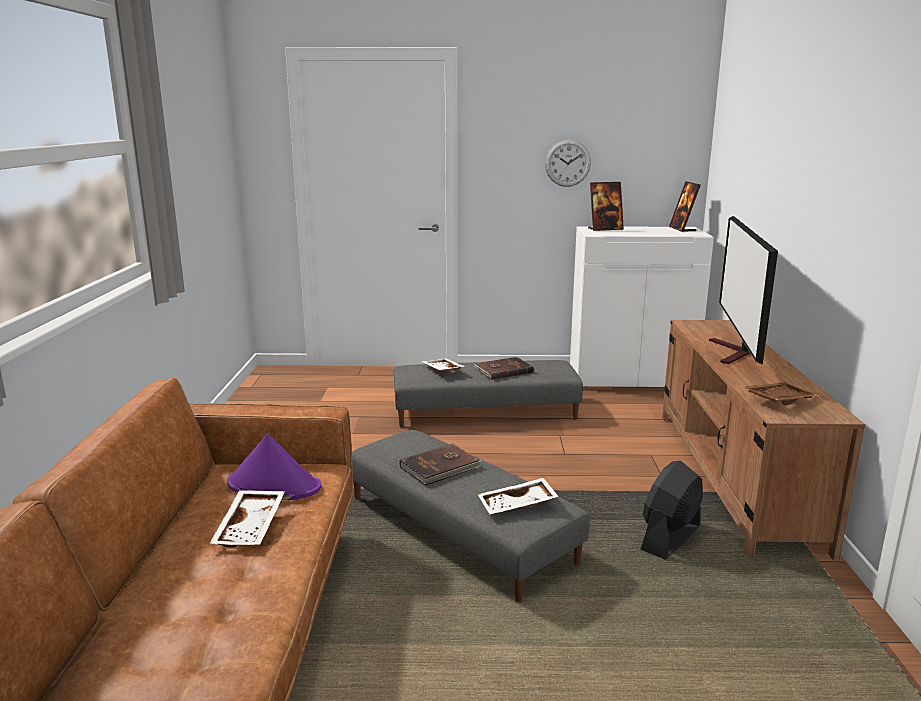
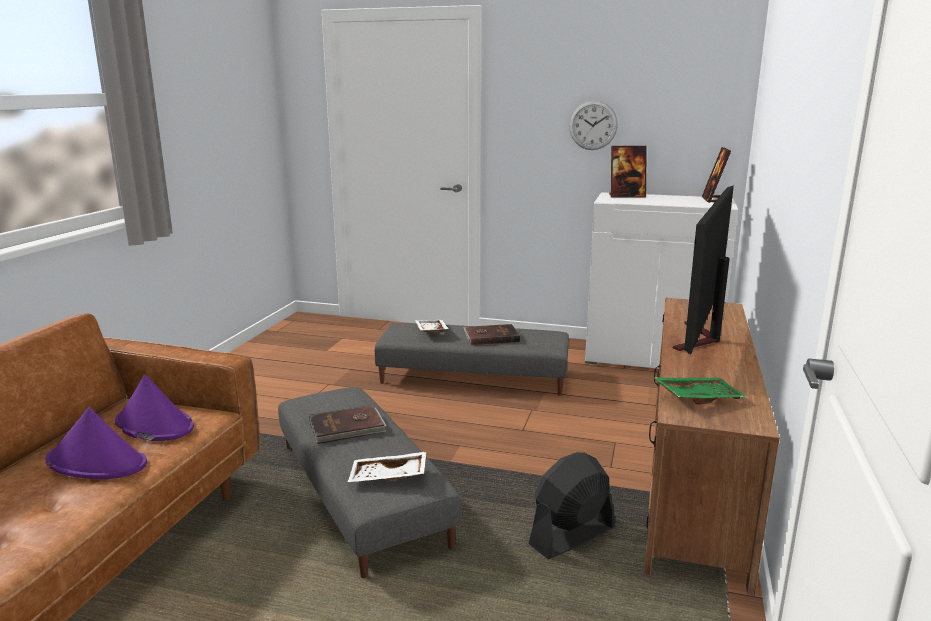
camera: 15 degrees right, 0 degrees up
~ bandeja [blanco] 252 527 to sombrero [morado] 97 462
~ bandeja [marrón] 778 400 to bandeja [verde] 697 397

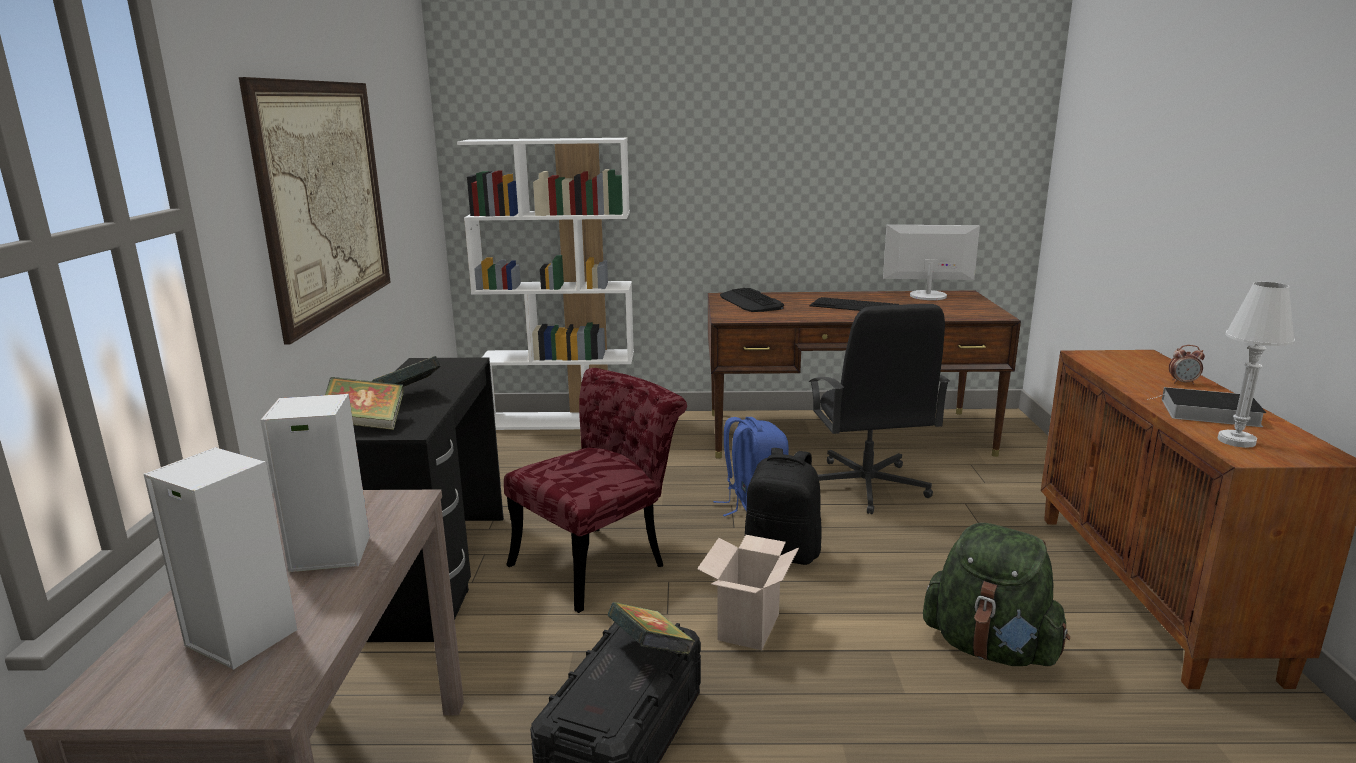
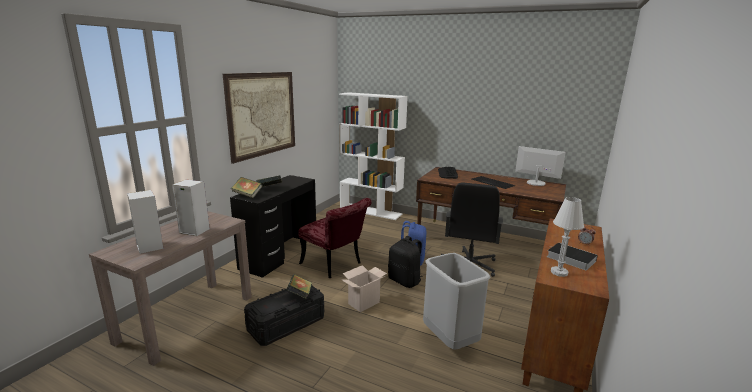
camera: 25 degrees right, 0 degrees up
~ silla [rojo] 600 560 = 335 265 60 degrees clockwise
~ mochila [verde] 990 648 to papelera [gris] 450 340

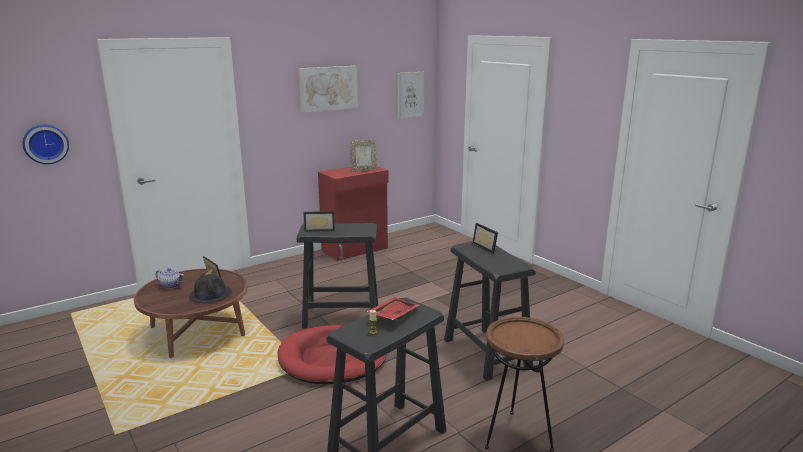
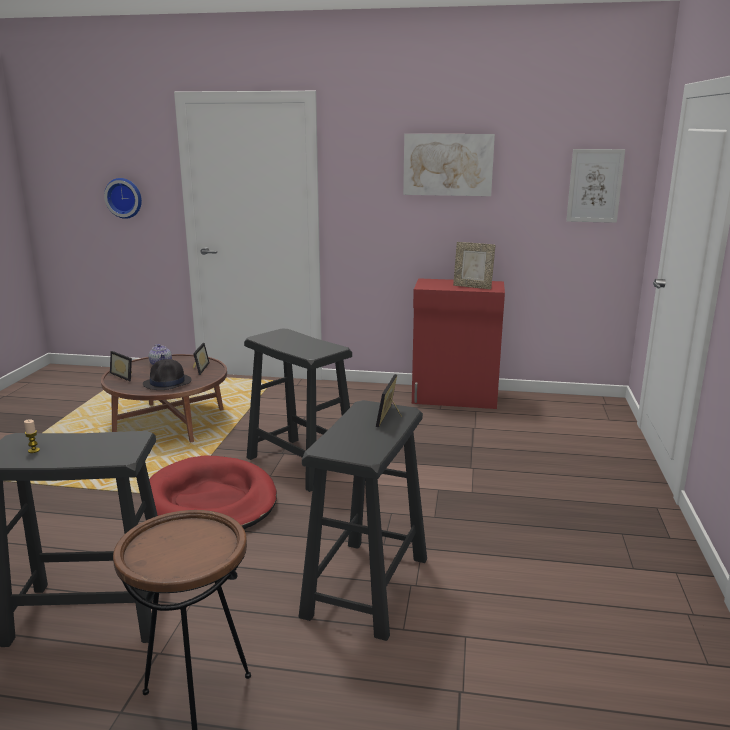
camera: 45 degrees right, 0 degrees up
~ portarretratos 319 229 to 125 375
- bandeja [rojo] 392 315

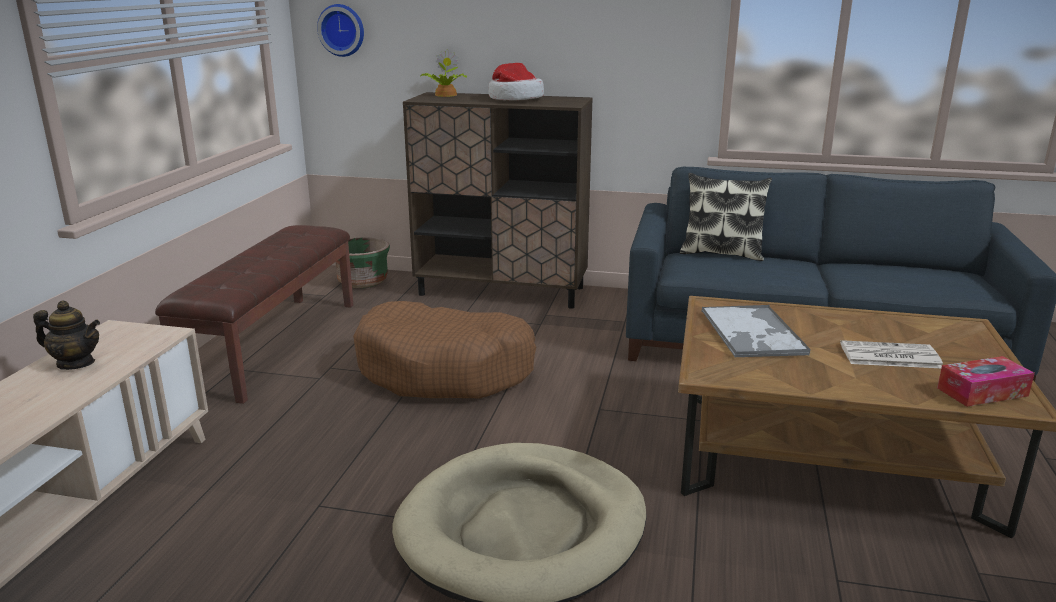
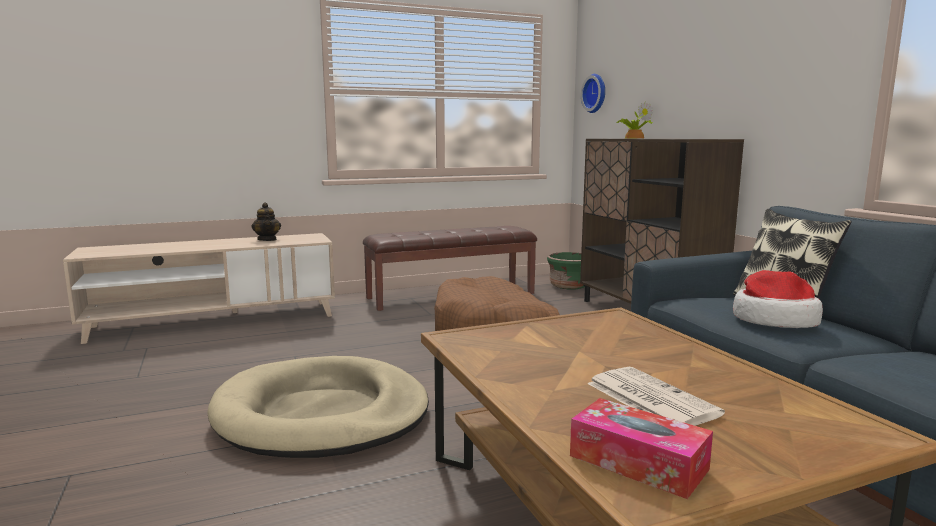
camera: 55 degrees right, 10 degrees down
~ sombrero 514 99 to 774 320
- bandeja 753 333

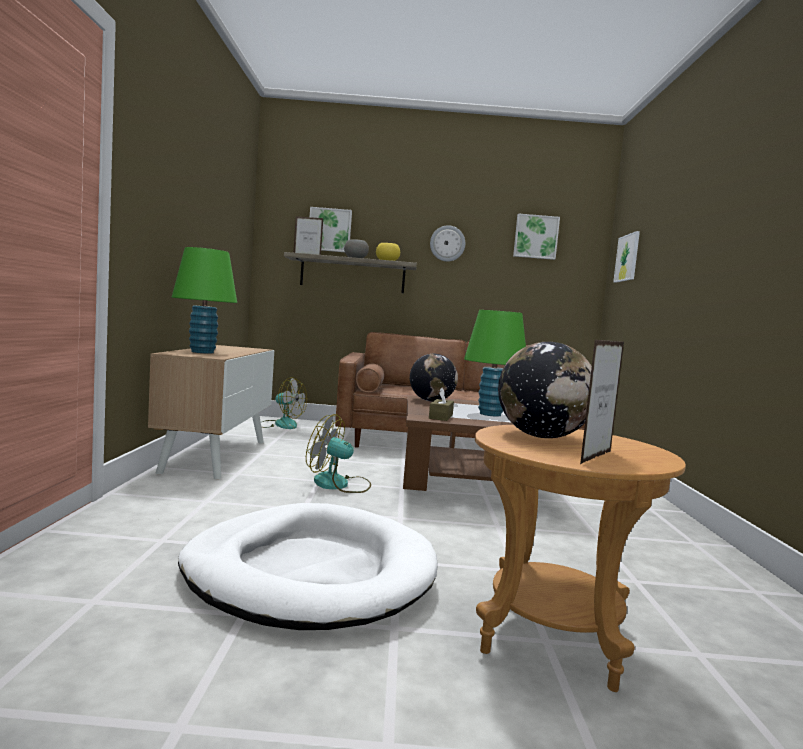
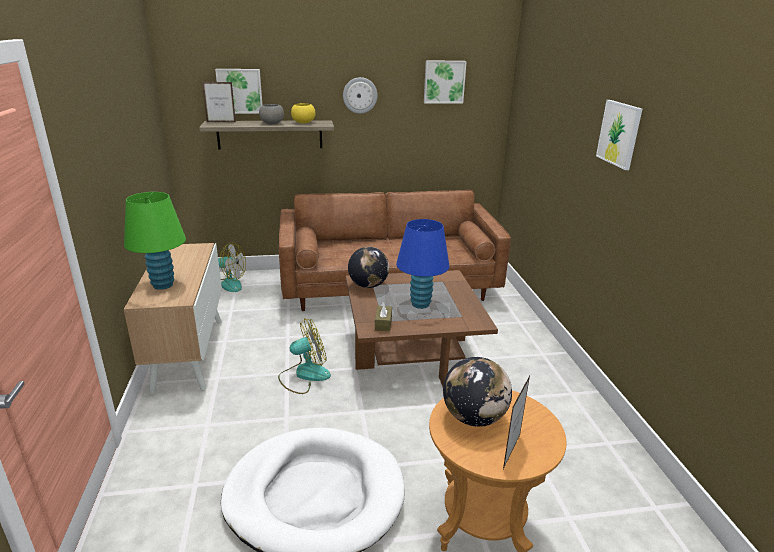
camera: 10 degrees left, 20 degrees up
~ ventilador 339 484 = 304 375 150 degrees clockwise
~ lámpara de mesa [verde] 490 414 to lámpara de mesa [azul] 420 304
~ cuadro 627 258 to 619 134

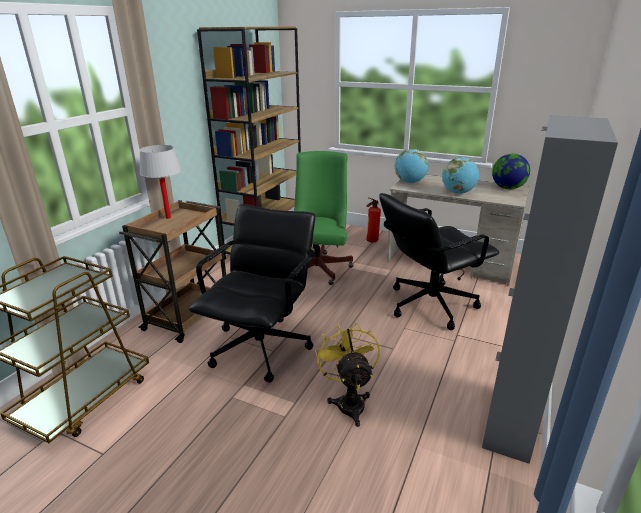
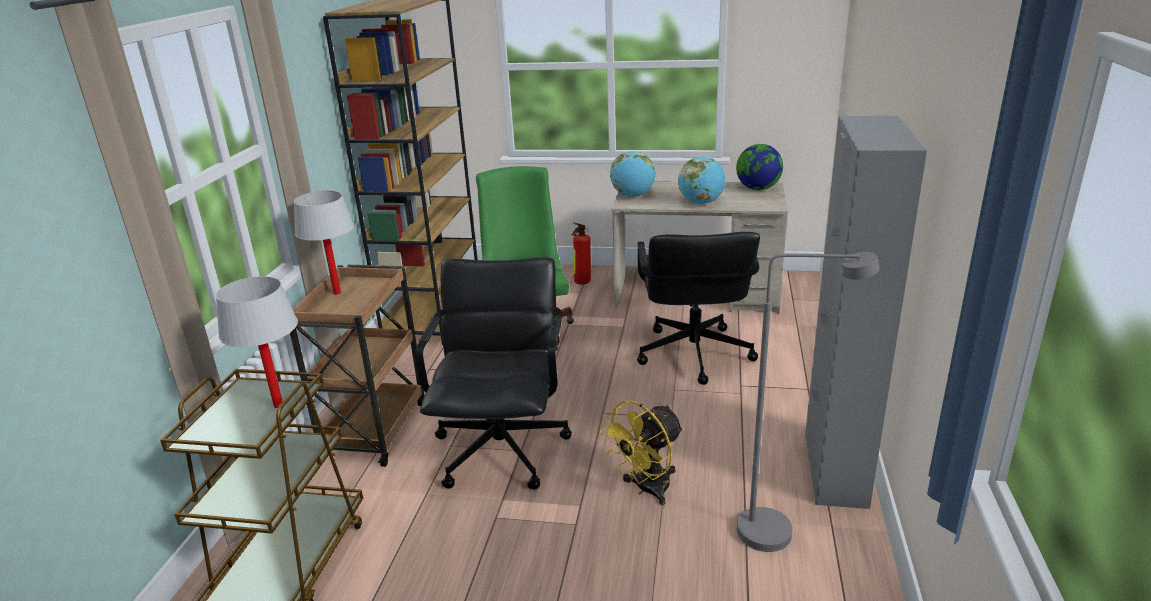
camera: 15 degrees left, 0 degrees up
~ ventilador [amarillo] 349 401 = 646 489 105 degrees counterclockwise
~ silla de oficina [negro] 429 304 = 693 354 45 degrees counterclockwise
+ lámpara de mesa [blanco] 278 405
+ lámpara de pie [gris] 780 532

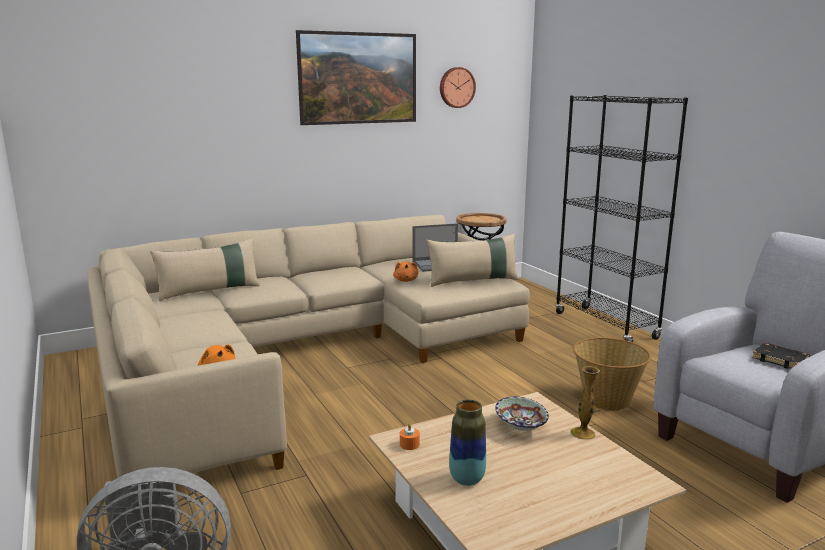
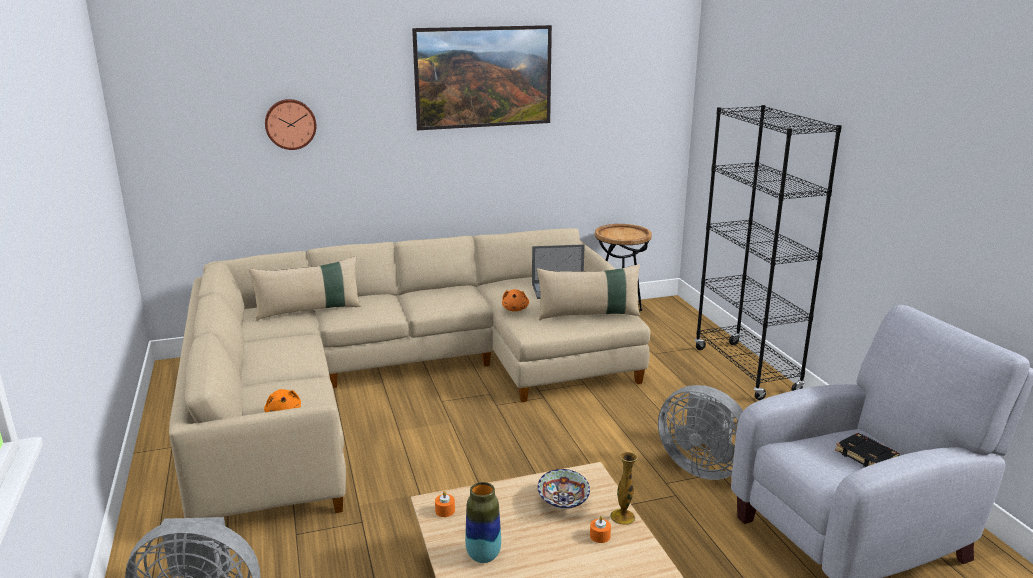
camera: 10 degrees right, 5 degrees up
~ reloj de pared 456 87 to 290 124
~ cesta 606 399 to ventilador [gris] 702 466
+ vela [naranja] 600 536

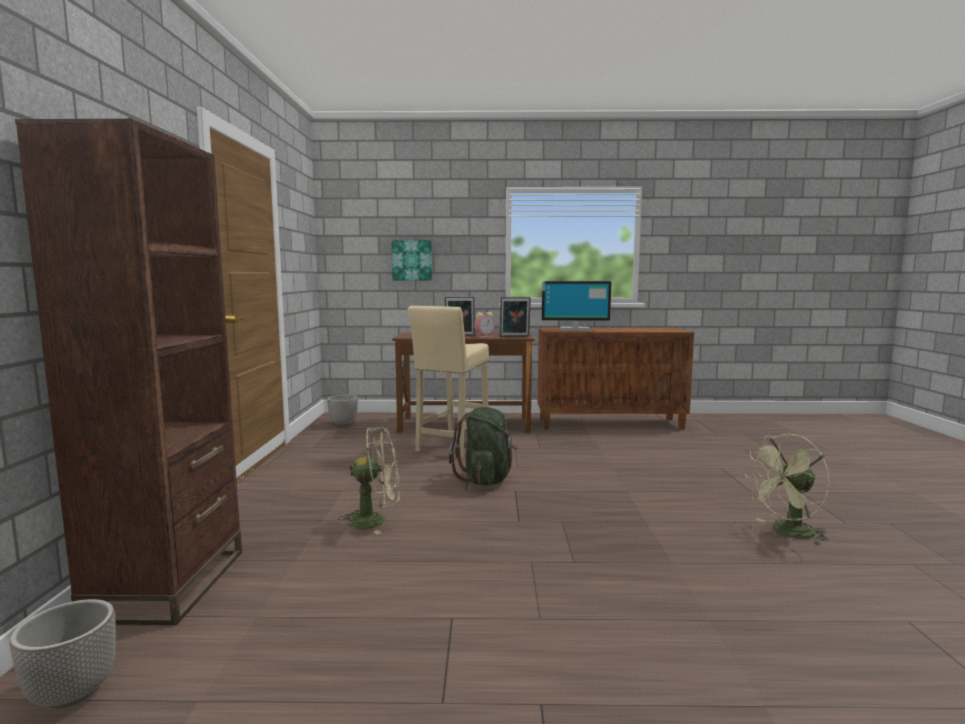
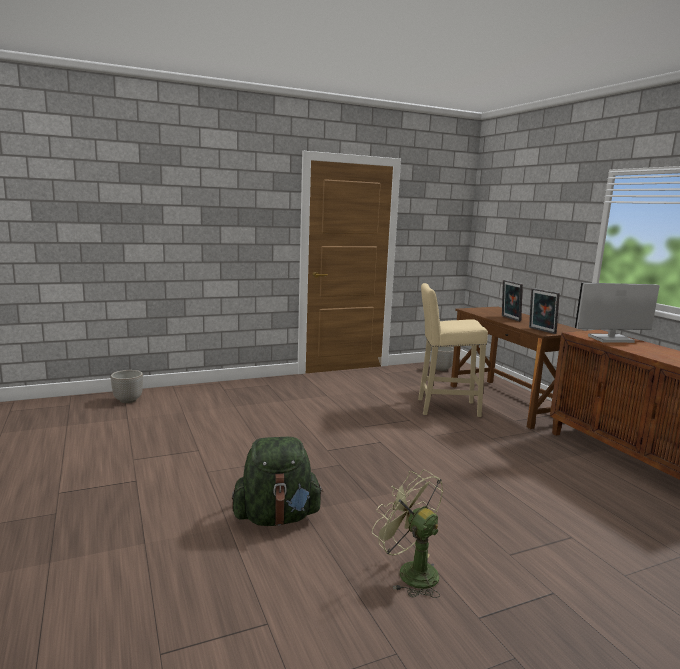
camera: 65 degrees right, 5 degrees up
- estantería [marrón] 168 584
- ventilador [verde] 375 520
- cuadro 412 260
~ mochila [verde] 486 479 to 277 517
- despertador 484 336
~ monitor 575 329 = 611 339 105 degrees clockwise

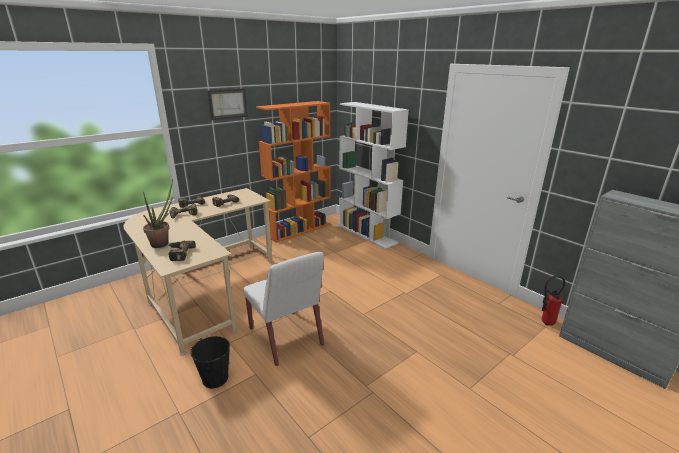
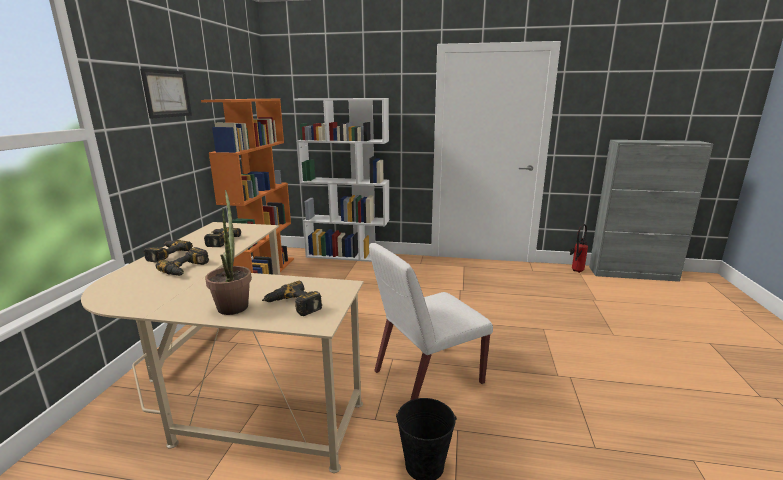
camera: 40 degrees left, 5 degrees down
~ silla [blanco] 286 337 = 427 378 135 degrees clockwise

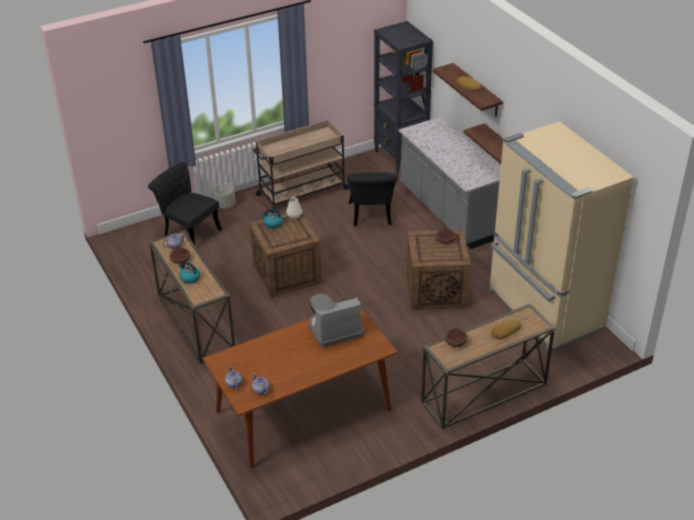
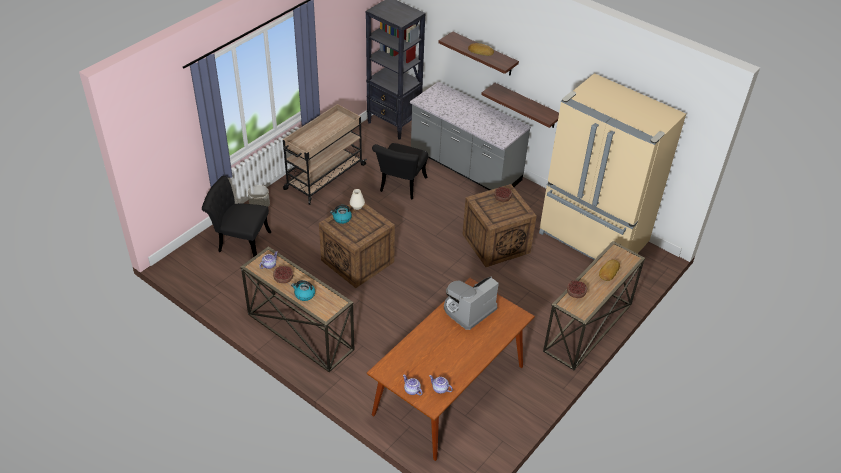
camera: 25 degrees left, 5 degrees up
~ silla [negro] 371 216 = 400 187 45 degrees clockwise

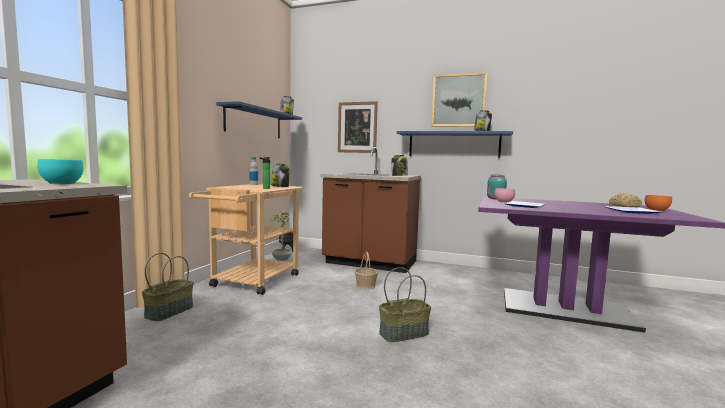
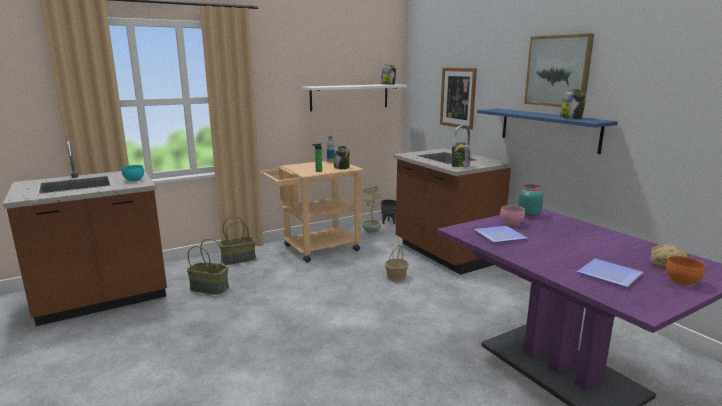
camera: 40 degrees right, 10 degrees up
~ estante [azul] 254 123 to estante [blanco] 350 97
~ cesta 404 333 to 210 288

